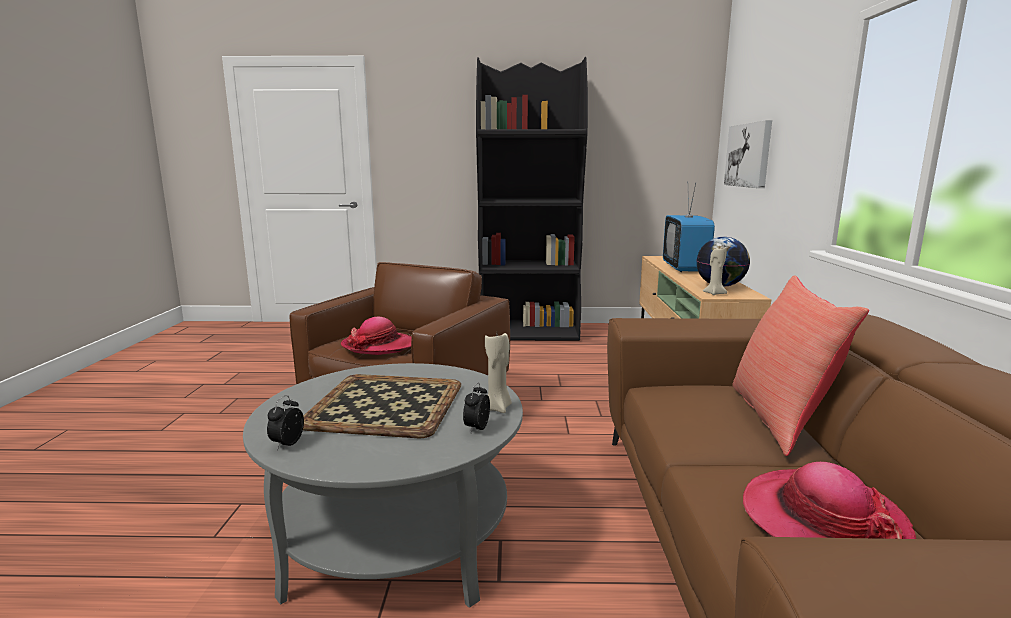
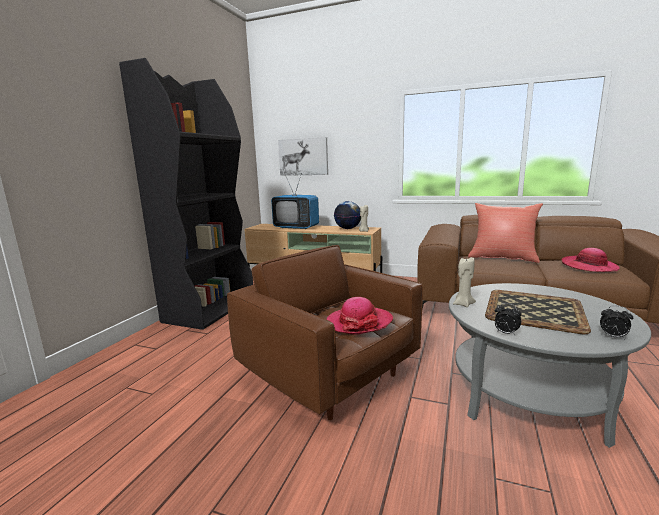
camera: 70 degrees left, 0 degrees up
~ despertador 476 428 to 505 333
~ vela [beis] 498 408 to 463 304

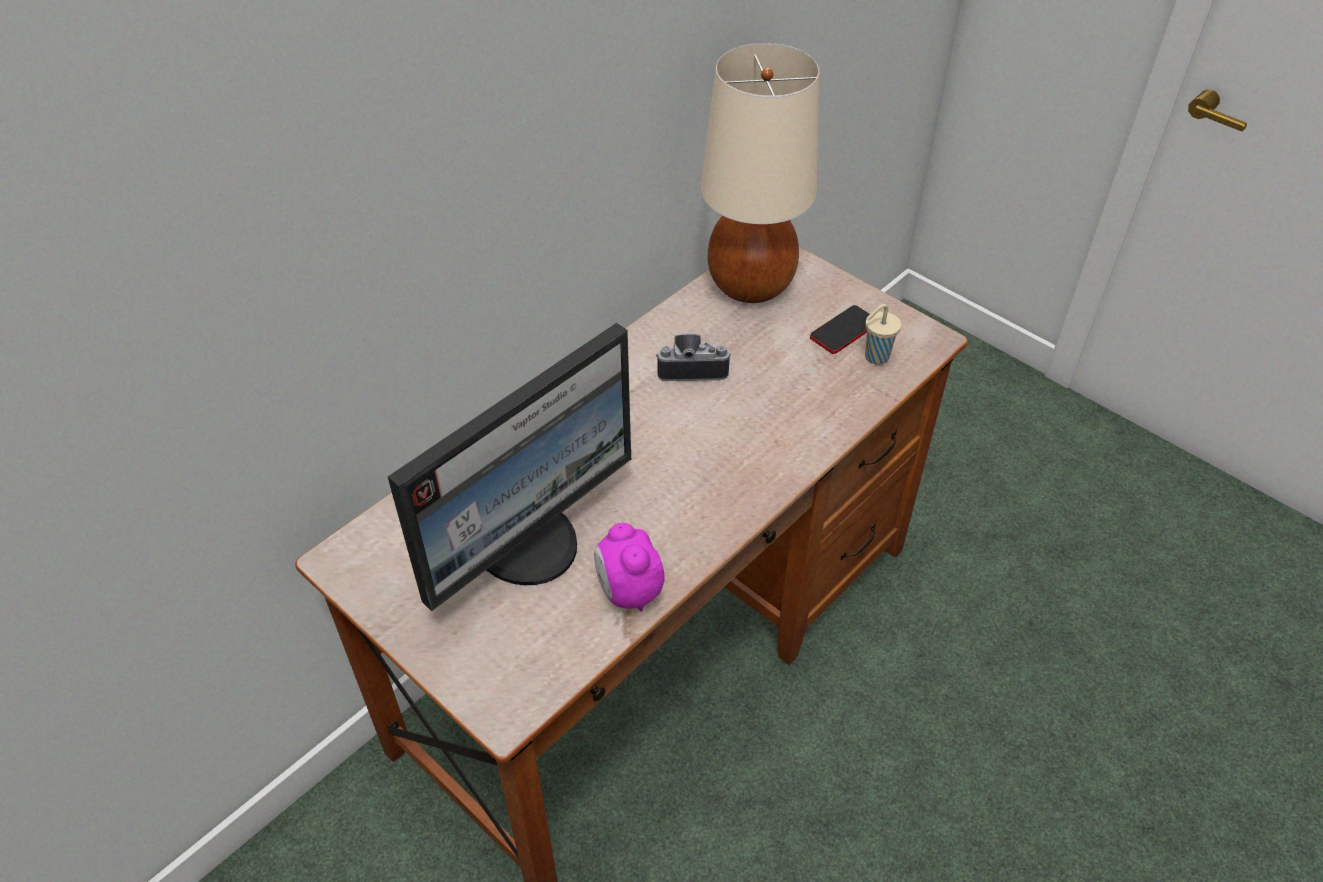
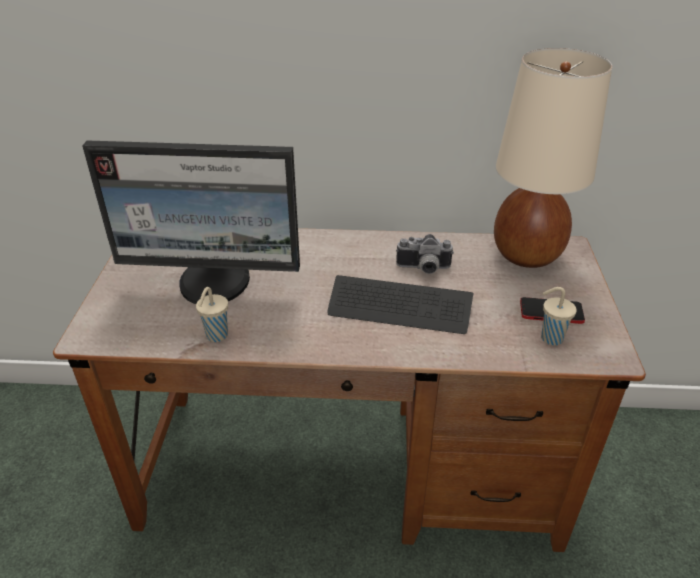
camera: 50 degrees right, 10 degrees down
~ despertador 628 591 to taza [beis] 216 336
~ cámara 692 367 = 423 269 135 degrees clockwise
+ teclado 399 307

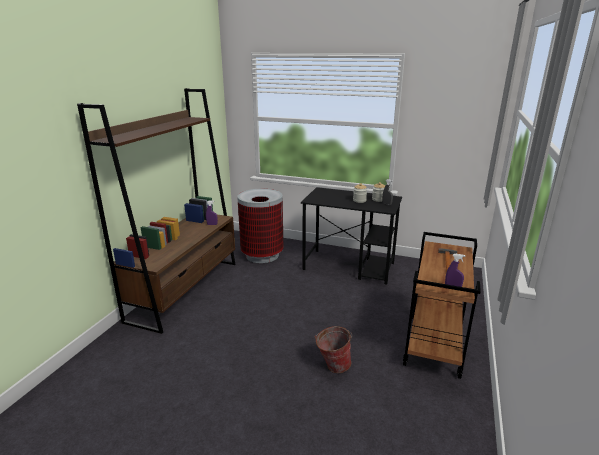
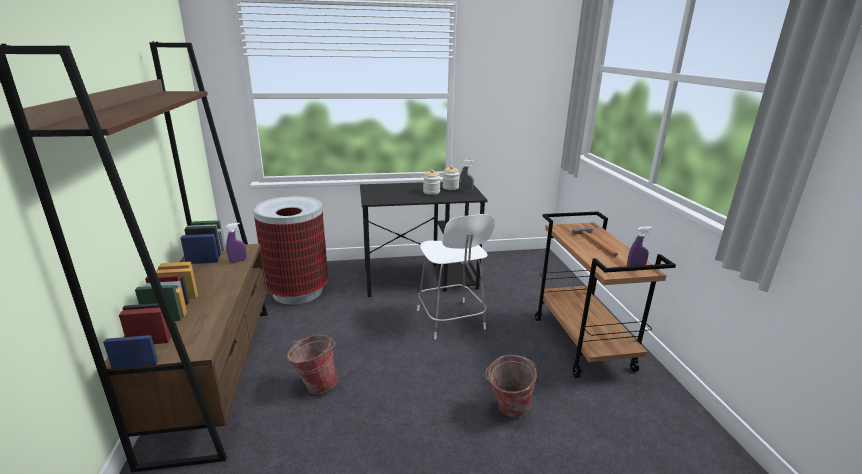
camera: 30 degrees left, 0 degrees up
+ cubo 315 384
+ silla [blanco] 451 321

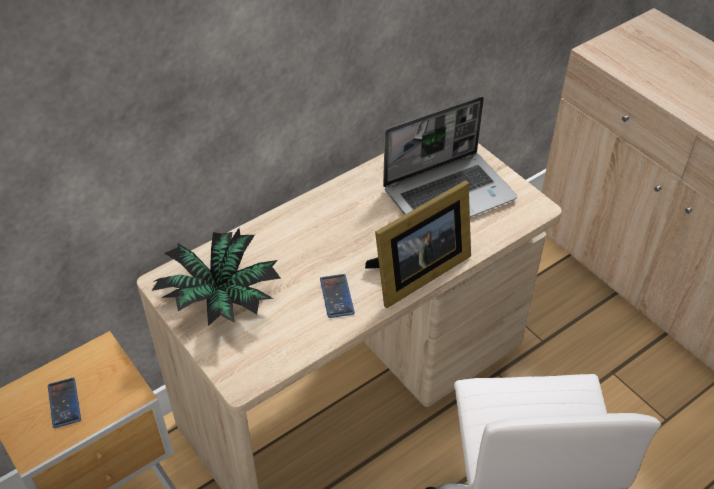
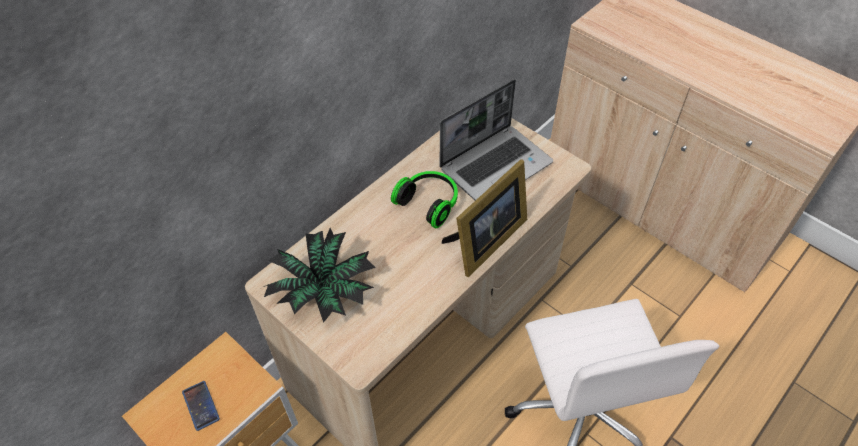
camera: 10 degrees left, 5 degrees up
- móvil 336 296
+ auriculares 429 203

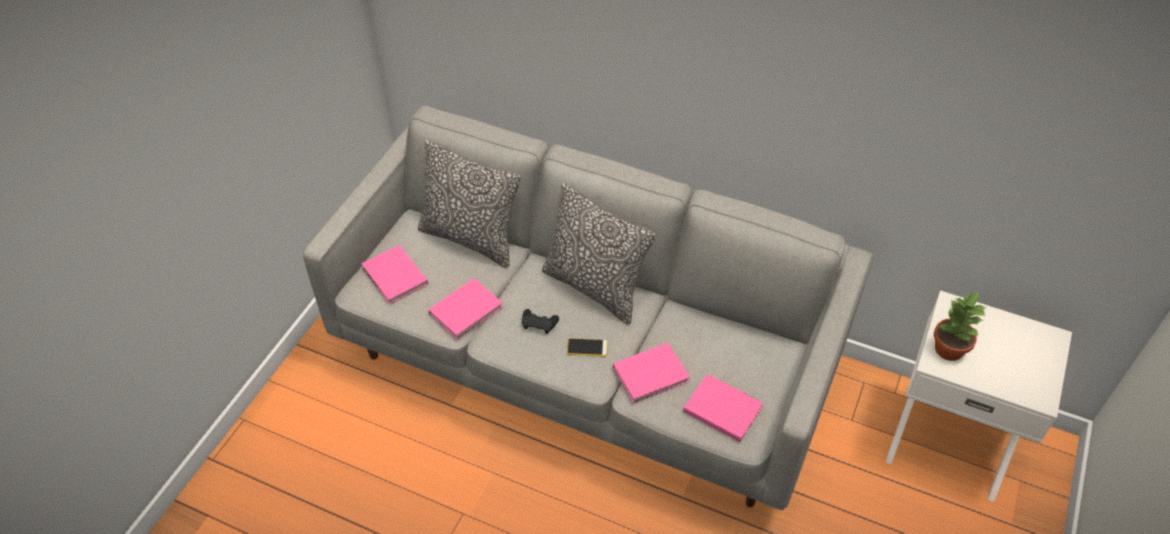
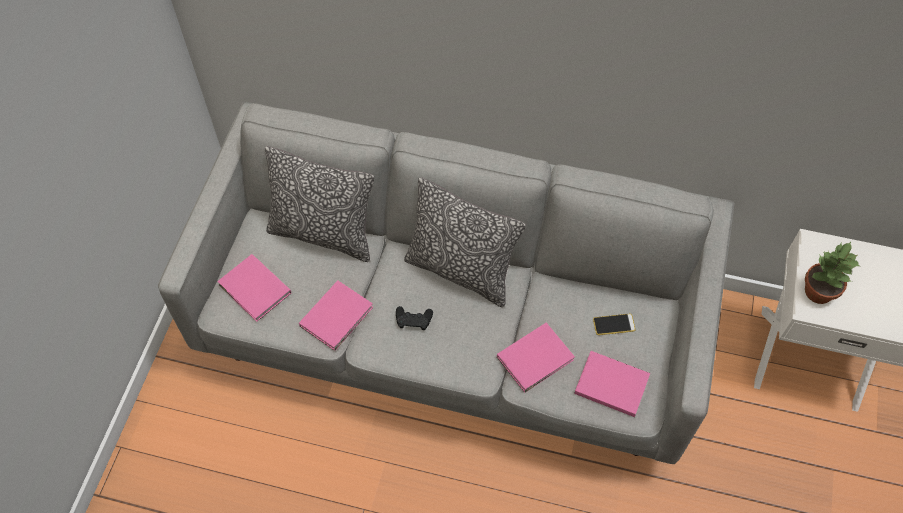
camera: 10 degrees left, 10 degrees up
~ móvil 587 347 to 614 324

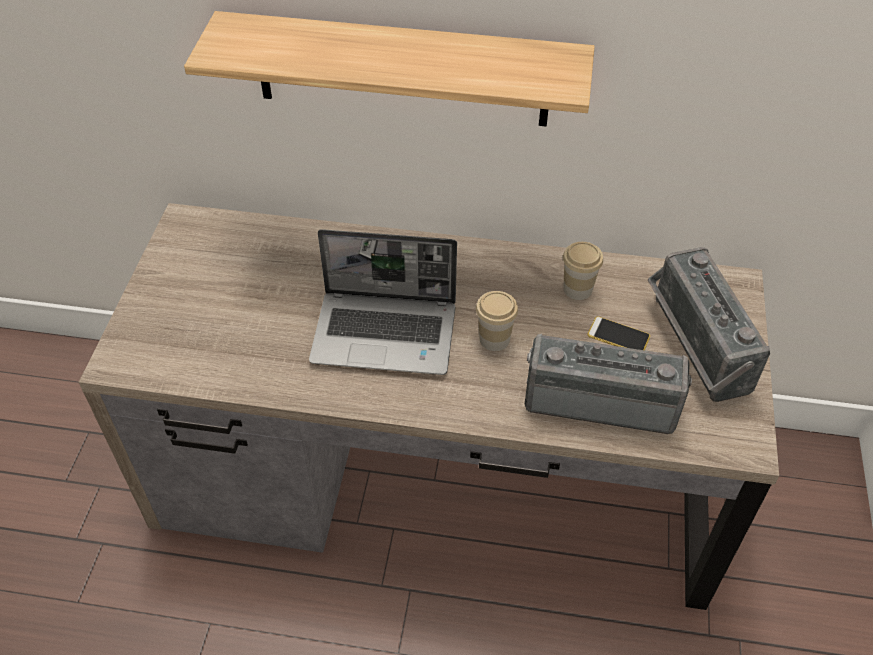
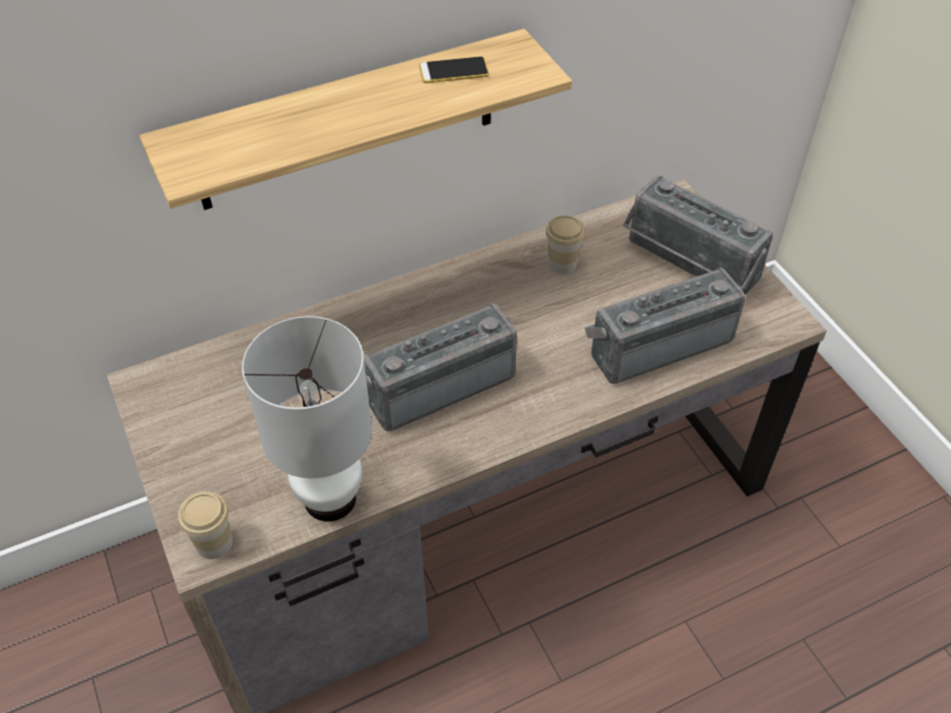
camera: 35 degrees left, 0 degrees up
~ portátil 386 333 to radio 438 384
~ taza 494 339 to 214 543
~ móvil 618 336 to 454 71
+ lámpara de mesa [blanco] 331 498

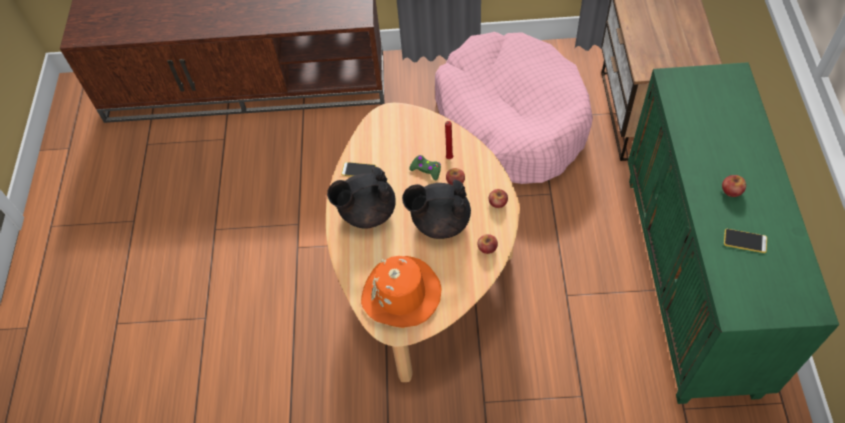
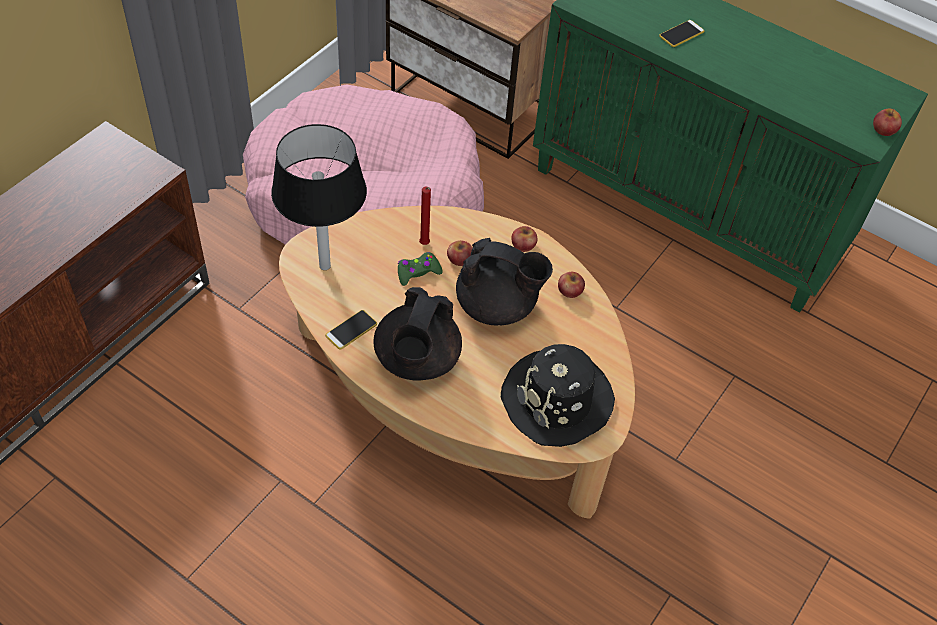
camera: 60 degrees left, 5 degrees down
~ sombrero [naranja] 401 294 to sombrero [negro] 557 400
~ tetera [negro] 439 221 = 497 306 105 degrees counterclockwise
~ manzana 731 190 to 884 129
~ móvil 745 241 to 681 34
+ lámpara de mesa [negro] 324 266

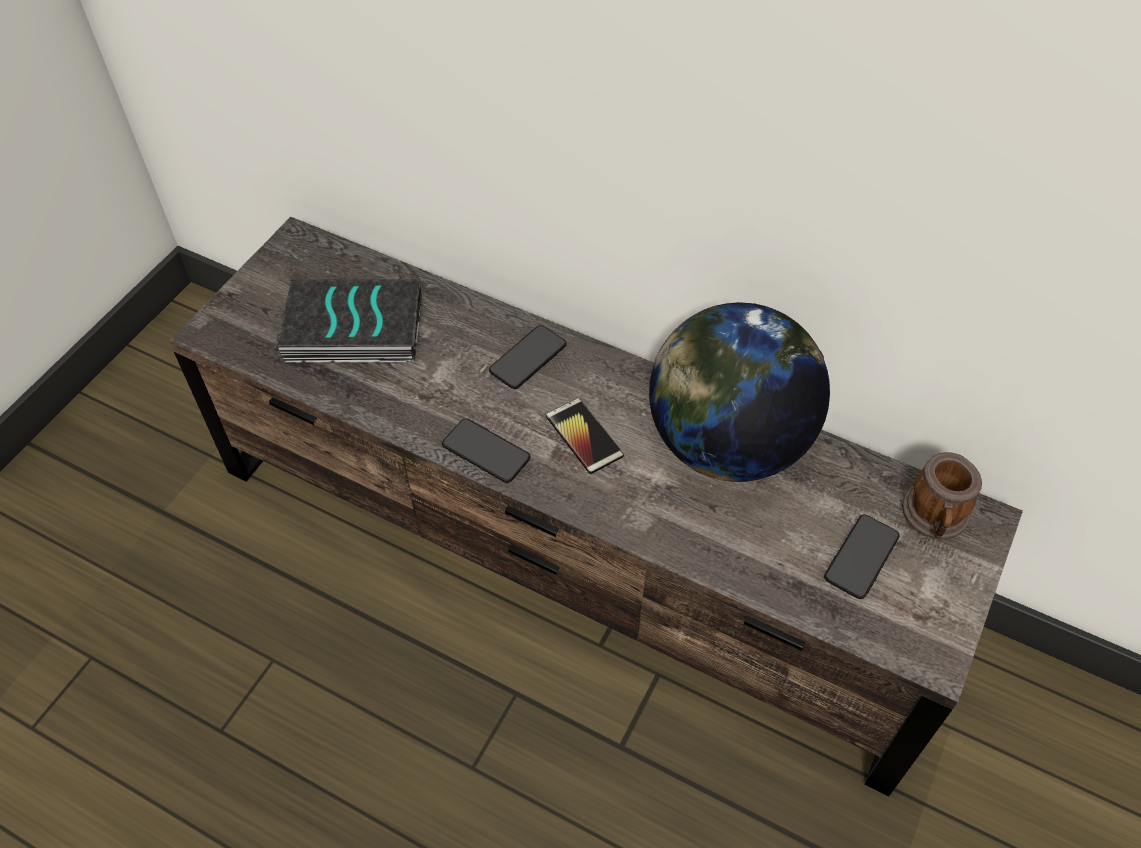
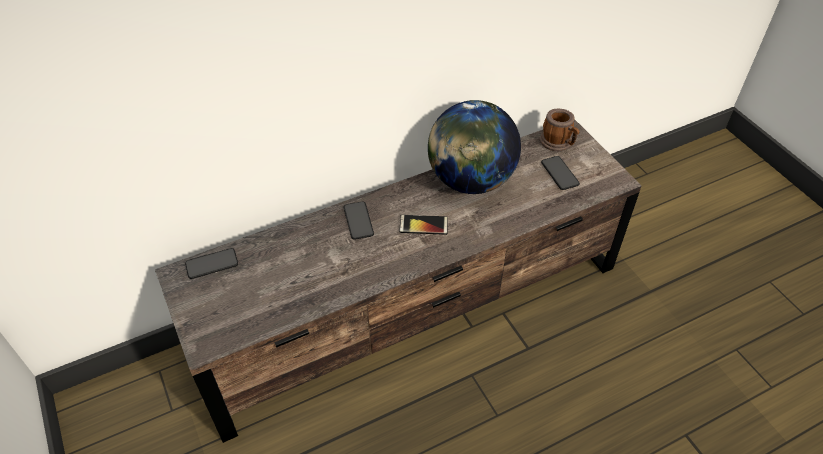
camera: 55 degrees left, 5 degrees down
- libro 352 331
~ móvil 486 451 to 212 264

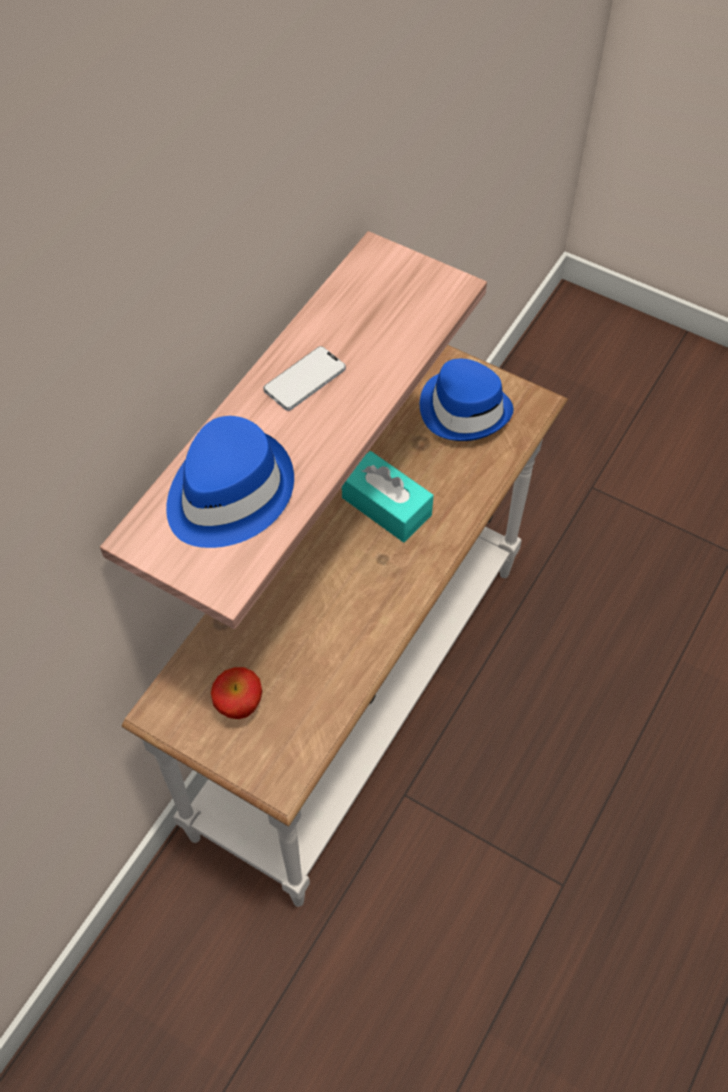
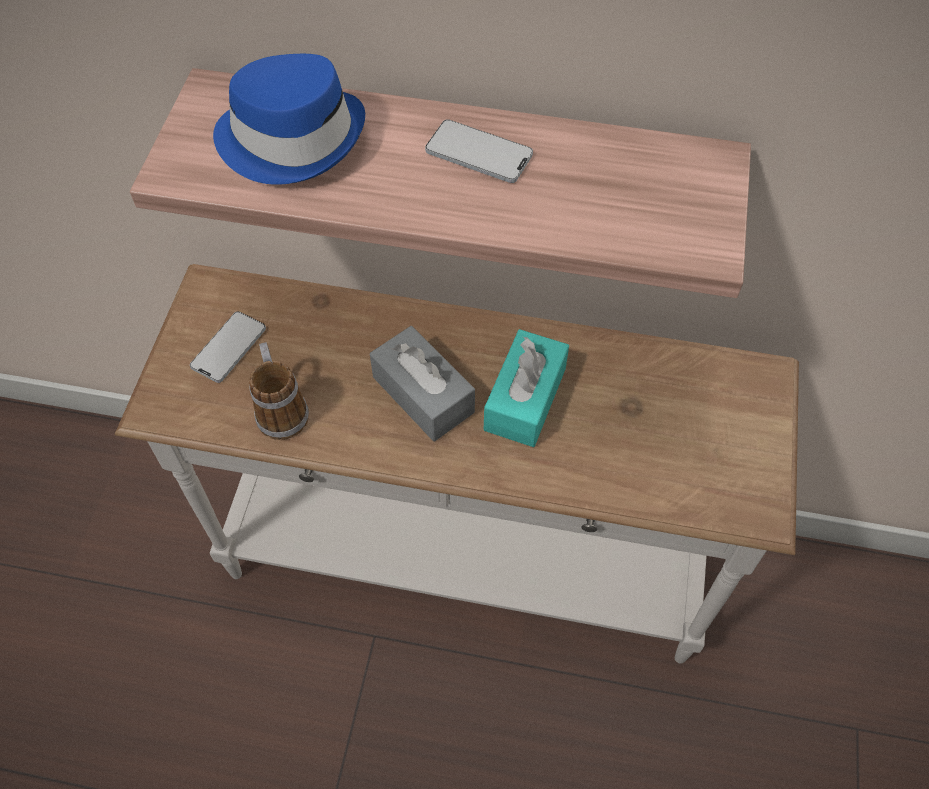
camera: 70 degrees right, 0 degrees up
~ manzana 240 708 to móvil 228 348
- sombrero [azul] 464 409
+ taza grande 280 408
+ caja de pañuelos [gris] 423 394

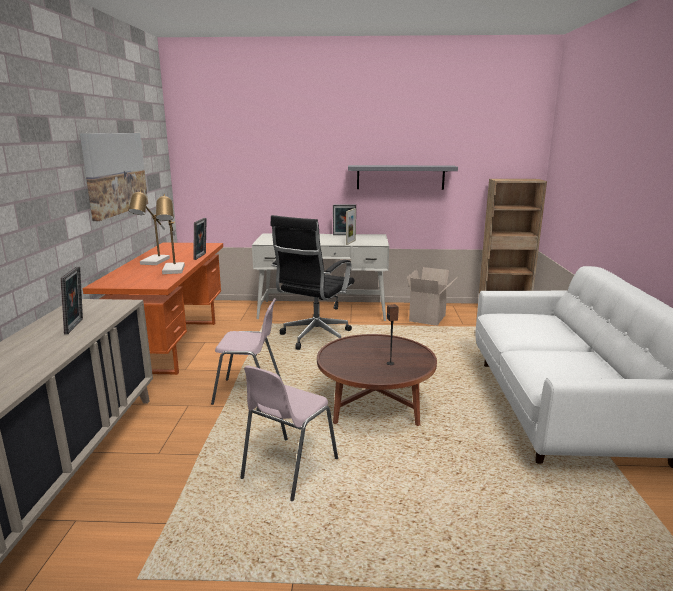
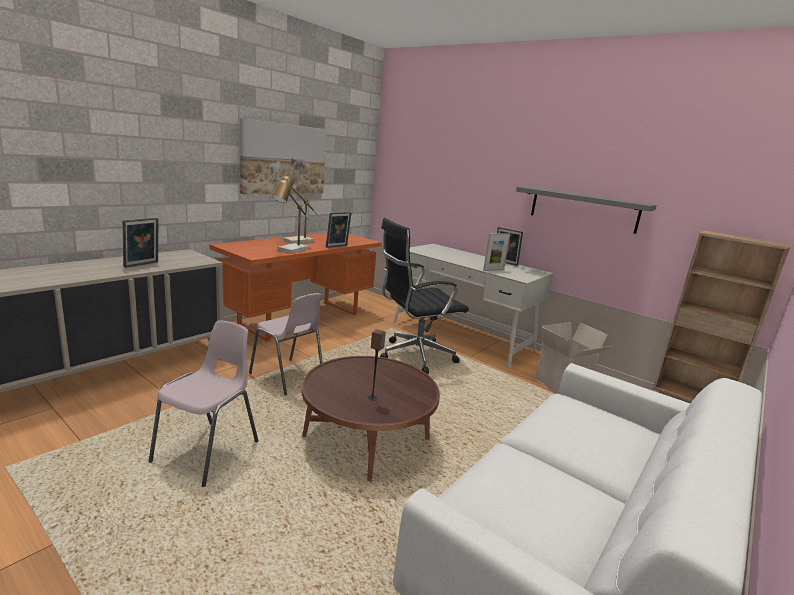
camera: 35 degrees right, 0 degrees up
~ silla [rosa] 288 469 = 208 452 135 degrees clockwise

